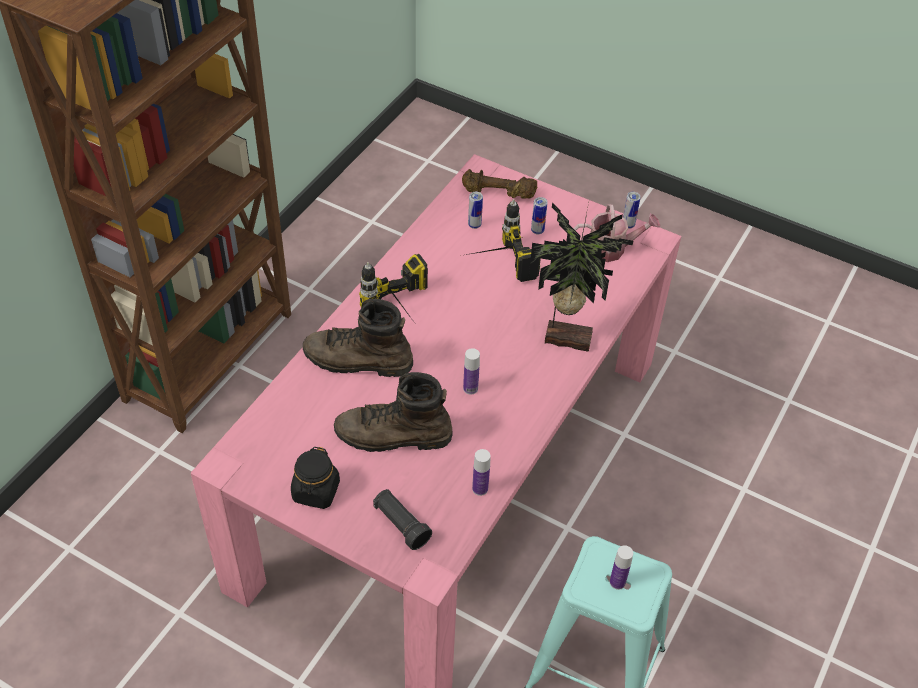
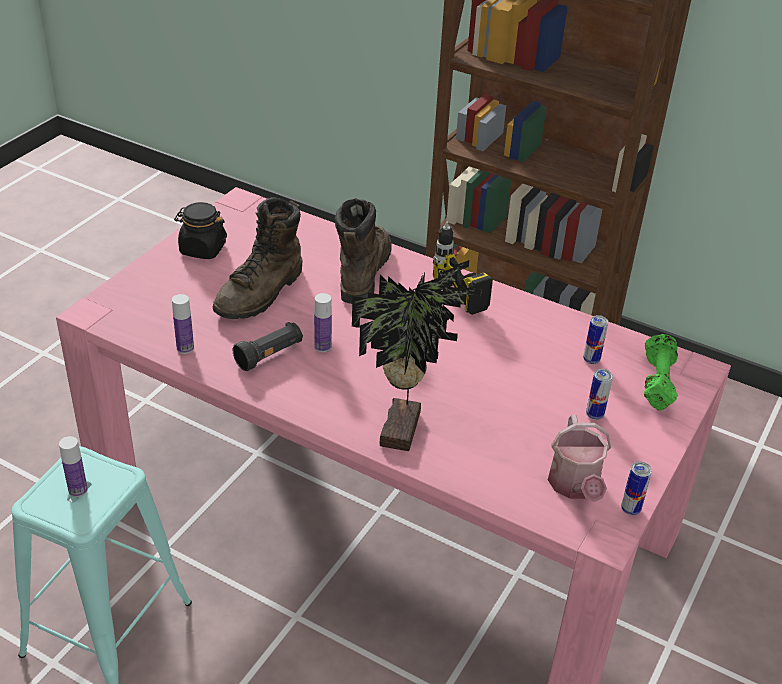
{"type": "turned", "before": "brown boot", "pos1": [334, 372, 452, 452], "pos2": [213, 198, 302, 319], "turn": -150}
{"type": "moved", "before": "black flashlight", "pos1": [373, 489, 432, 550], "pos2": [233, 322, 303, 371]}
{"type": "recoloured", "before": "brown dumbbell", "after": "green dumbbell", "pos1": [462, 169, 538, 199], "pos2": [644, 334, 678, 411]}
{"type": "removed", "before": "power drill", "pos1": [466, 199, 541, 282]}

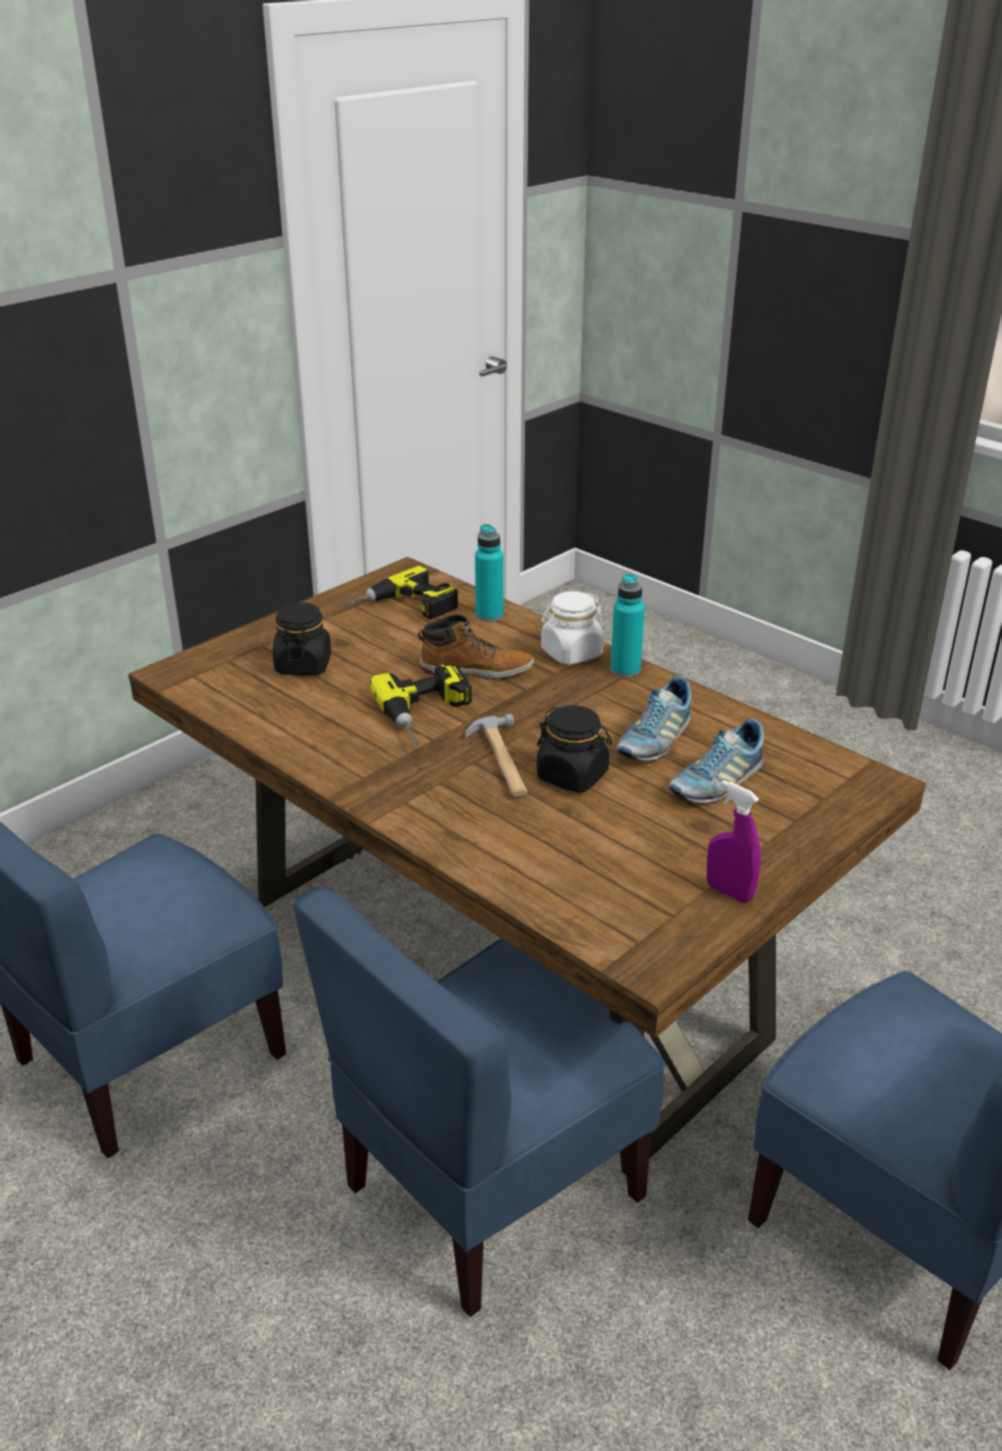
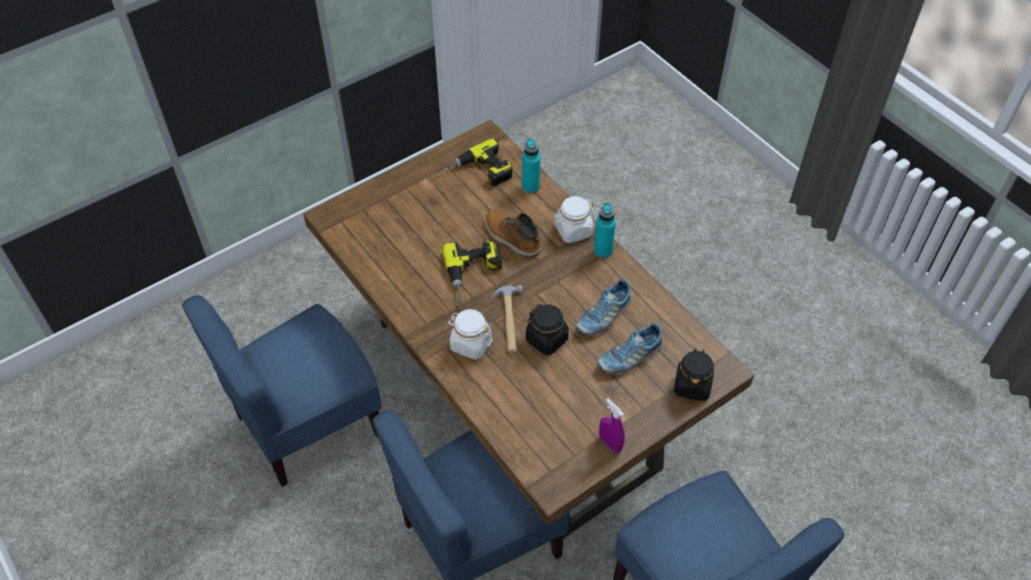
{"type": "added", "after": "white jar", "pos2": [448, 309, 493, 360]}
{"type": "turned", "before": "boot", "pos1": [418, 615, 534, 679], "pos2": [484, 211, 540, 258], "turn": -150}
{"type": "moved", "before": "black jar", "pos1": [273, 603, 331, 675], "pos2": [674, 348, 714, 401]}

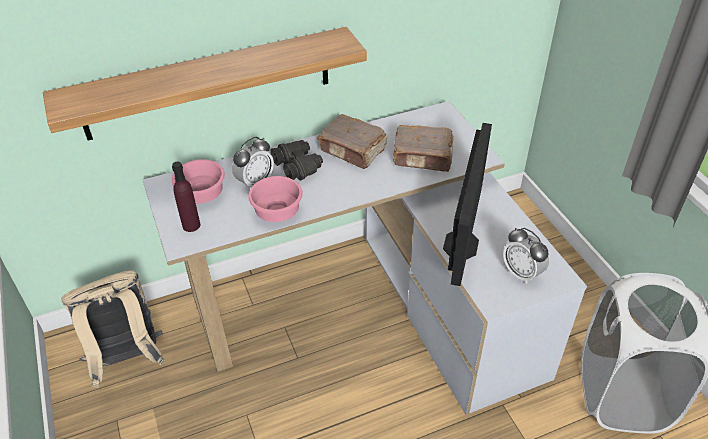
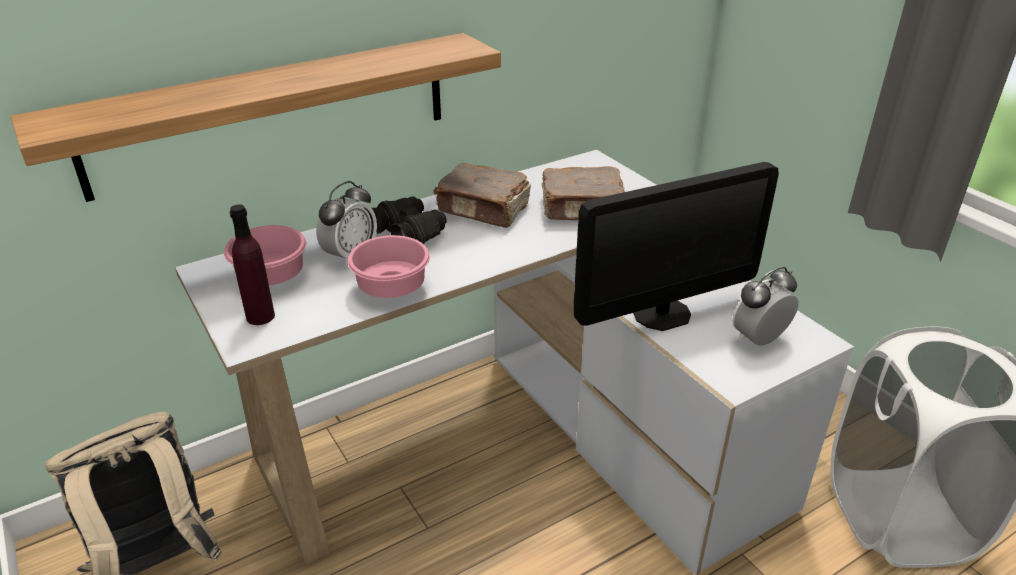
{"type": "turned", "before": "monitor", "pos1": [443, 123, 492, 286], "pos2": [574, 162, 779, 331], "turn": 60}
{"type": "turned", "before": "alarm clock", "pos1": [503, 228, 549, 284], "pos2": [732, 267, 798, 346], "turn": 105}

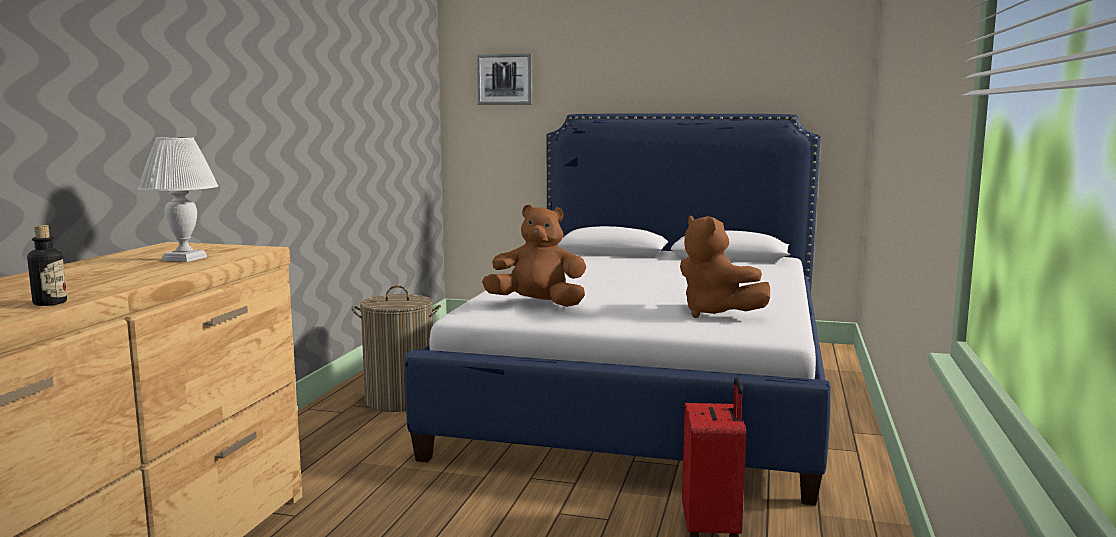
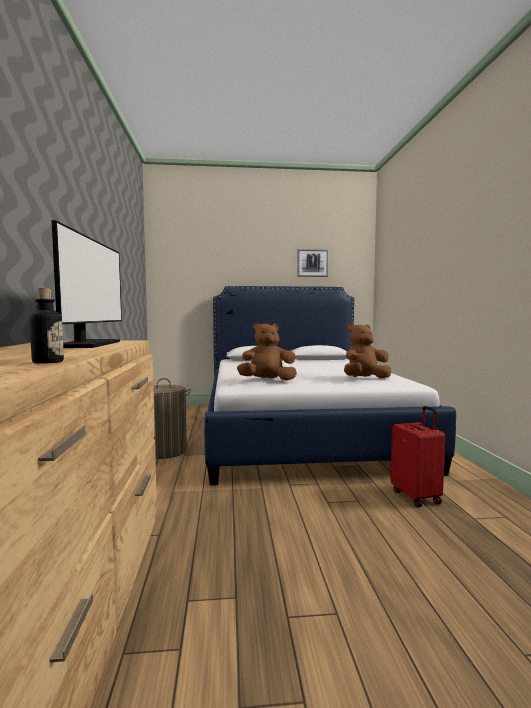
{"type": "replaced", "before": "white table lamp", "after": "monitor", "pos1": [138, 137, 218, 262], "pos2": [52, 220, 122, 348]}
{"type": "moved", "before": "picture", "pos1": [476, 53, 532, 105], "pos2": [297, 249, 329, 277]}
{"type": "turned", "before": "brown plush toy", "pos1": [680, 216, 770, 318], "pos2": [344, 324, 391, 378], "turn": 120}

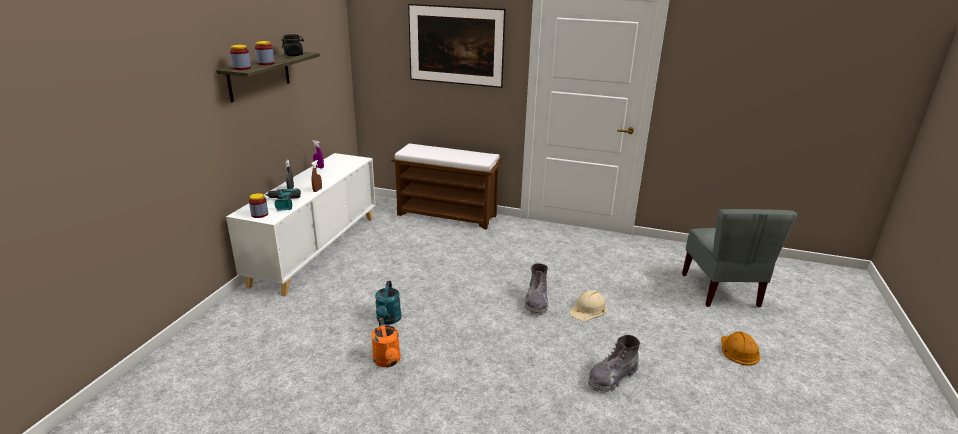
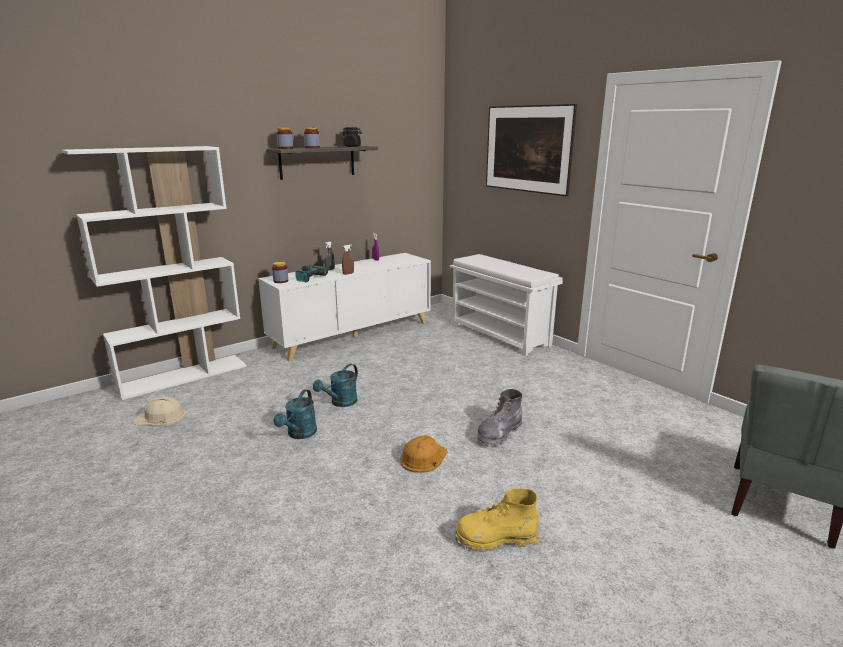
{"type": "added", "after": "white bookcase", "pos2": [62, 146, 246, 400]}
{"type": "moved", "before": "beige hard hat", "pos1": [569, 290, 607, 321], "pos2": [134, 397, 186, 427]}
{"type": "recoloured", "before": "orange watering can", "after": "turquoise watering can", "pos1": [371, 318, 401, 367], "pos2": [274, 389, 317, 439]}
{"type": "moved", "before": "orange hard hat", "pos1": [721, 332, 761, 366], "pos2": [400, 435, 448, 473]}
{"type": "recoloured", "before": "brown bench", "after": "white bench", "pos1": [391, 143, 503, 230], "pos2": [450, 254, 563, 356]}
{"type": "recoloured", "before": "grey boot", "after": "yellow boot", "pos1": [588, 335, 640, 392], "pos2": [455, 488, 540, 552]}

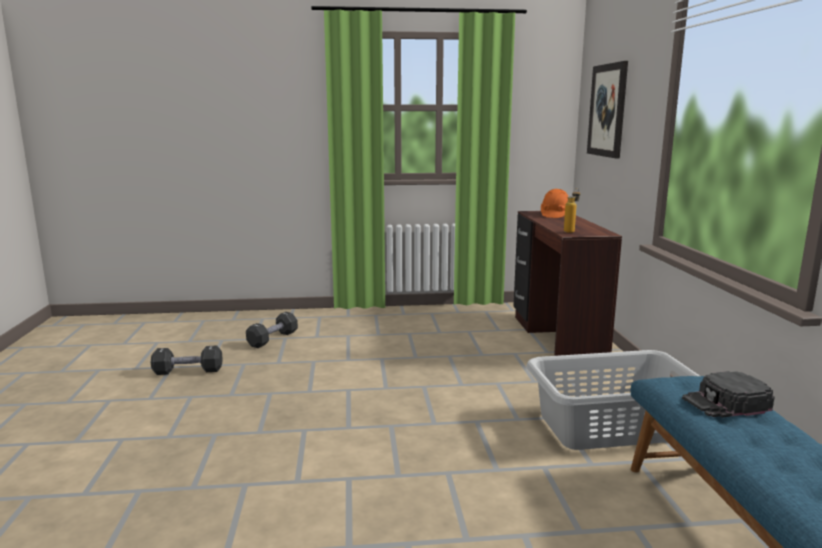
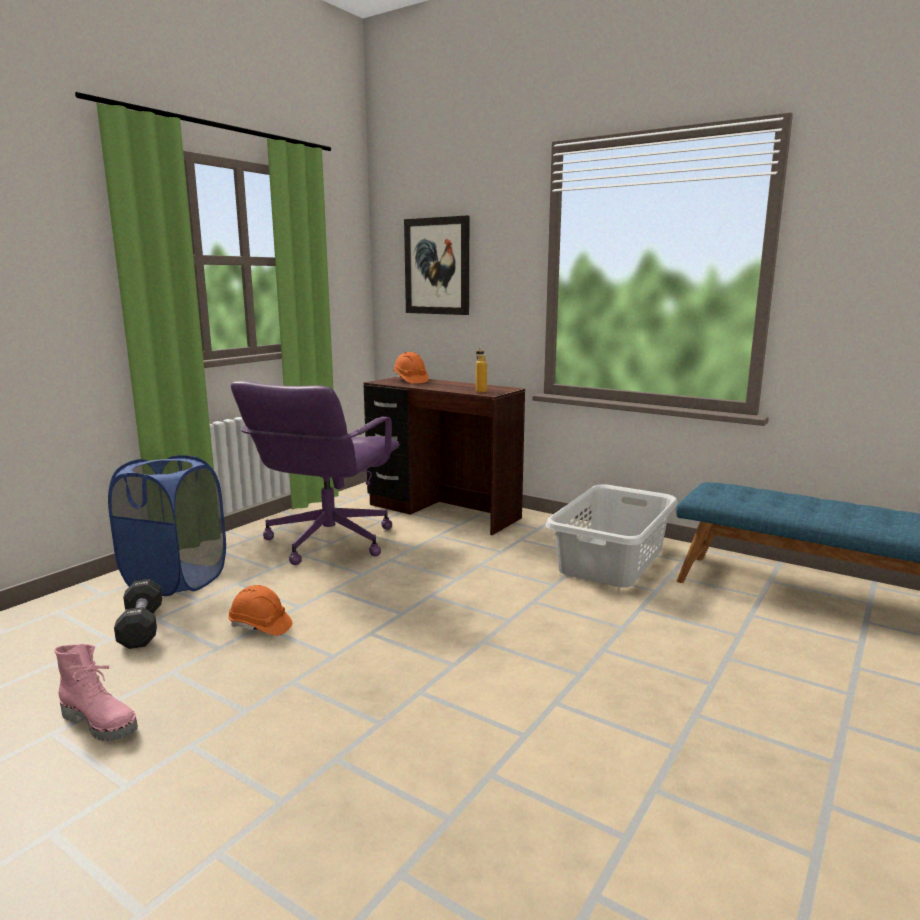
{"type": "replaced", "before": "black dumbbell", "after": "pink boot", "pos1": [151, 346, 223, 375], "pos2": [54, 644, 138, 741]}
{"type": "added", "after": "blue laundry basket", "pos2": [108, 455, 226, 596]}
{"type": "added", "after": "orange hard hat", "pos2": [228, 585, 292, 636]}
{"type": "added", "after": "purple office chair", "pos2": [230, 381, 400, 565]}
{"type": "removed", "before": "black cap", "pos1": [682, 371, 775, 418]}

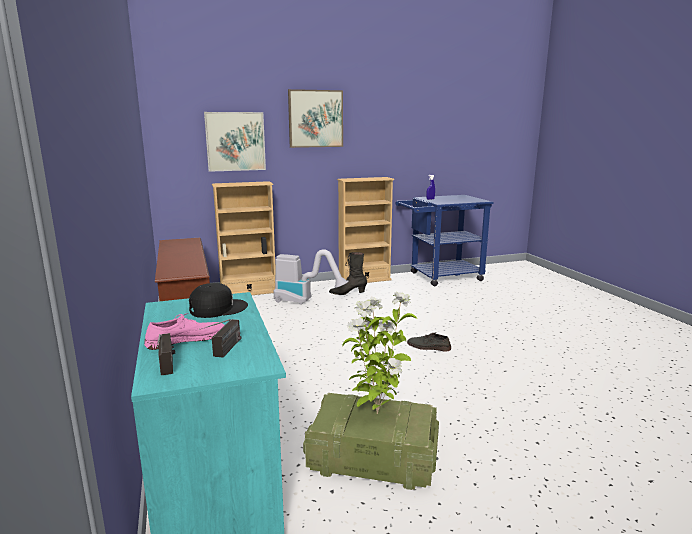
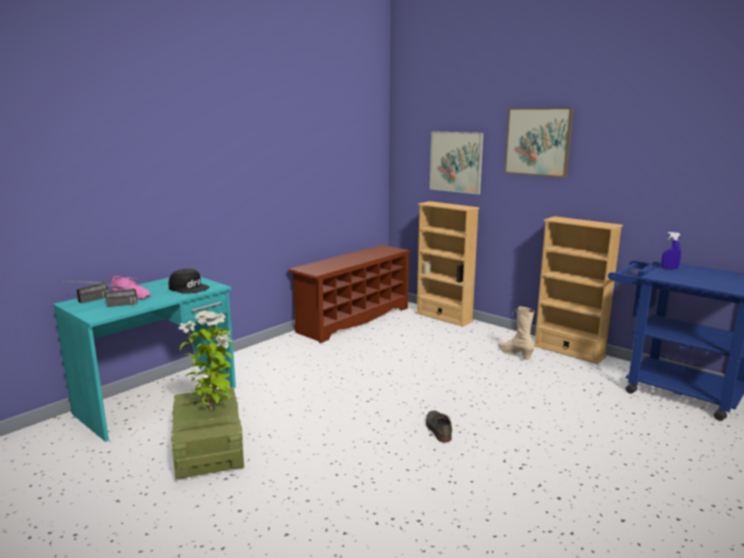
{"type": "recoloured", "before": "black boot", "after": "beige boot", "pos1": [329, 252, 367, 295], "pos2": [498, 306, 534, 359]}
{"type": "removed", "before": "vacuum cleaner", "pos1": [274, 249, 349, 305]}

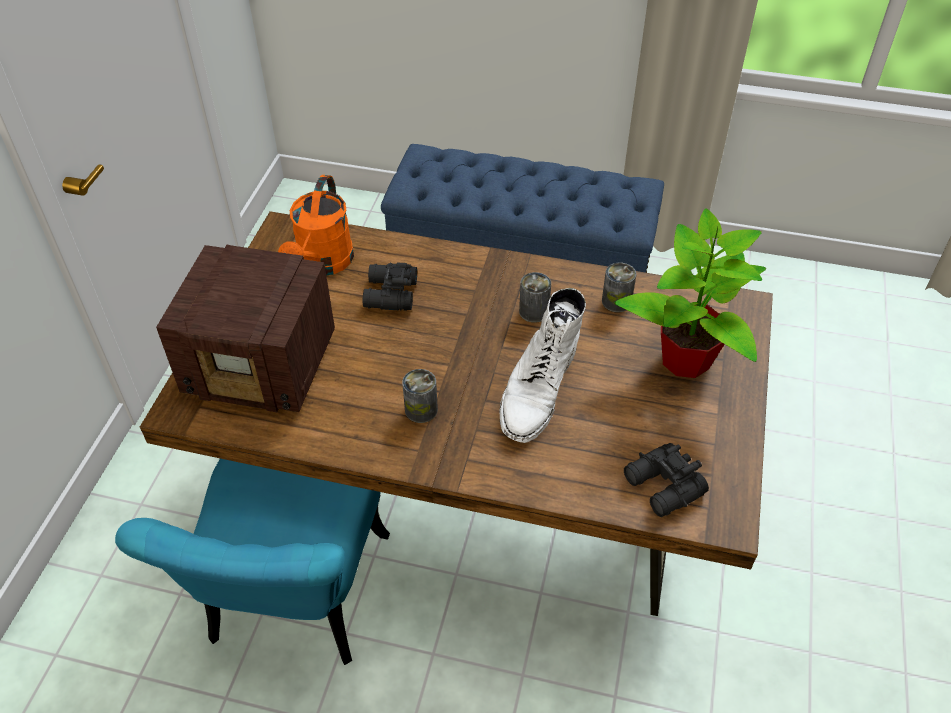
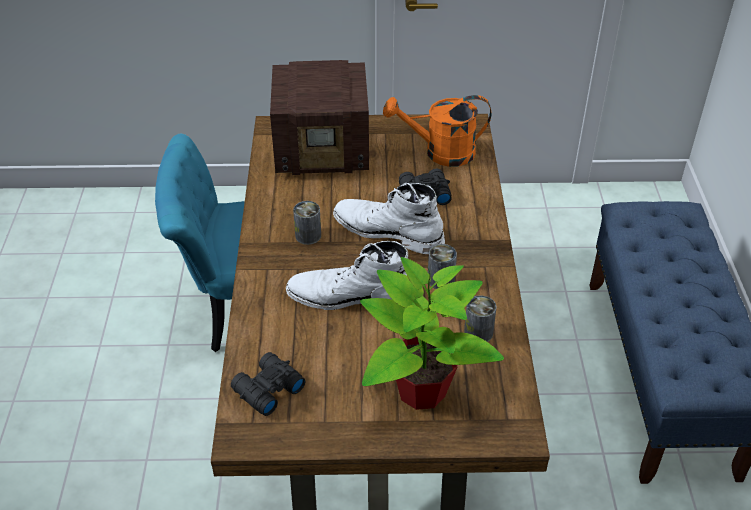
{"type": "turned", "before": "radio", "pos1": [156, 245, 335, 412], "pos2": [270, 60, 369, 175], "turn": -90}
{"type": "added", "after": "white boot", "pos2": [333, 183, 445, 254]}

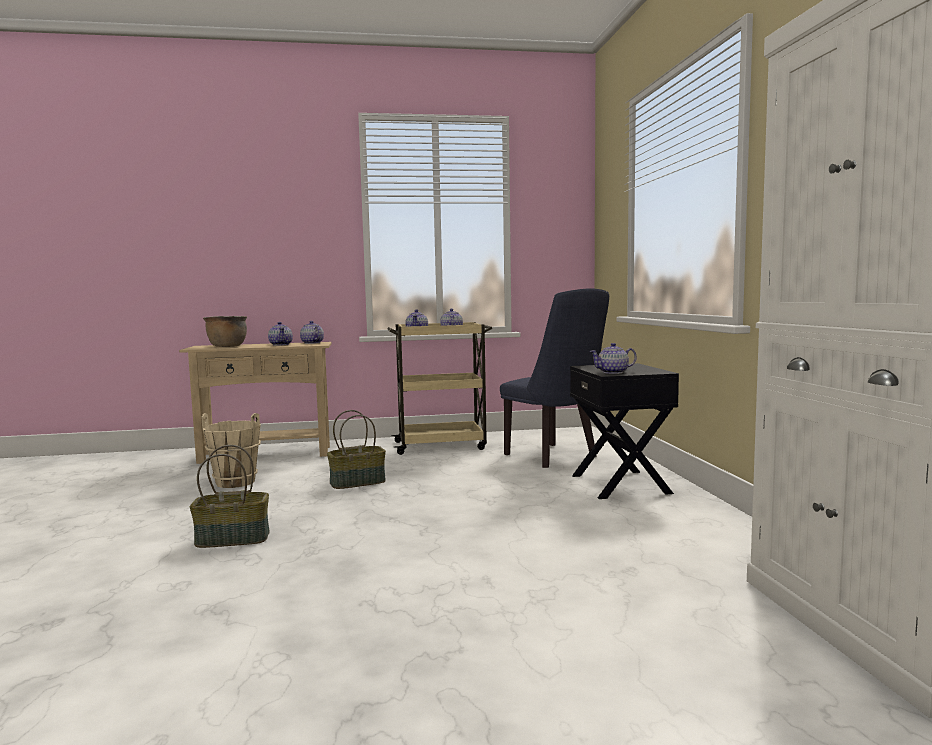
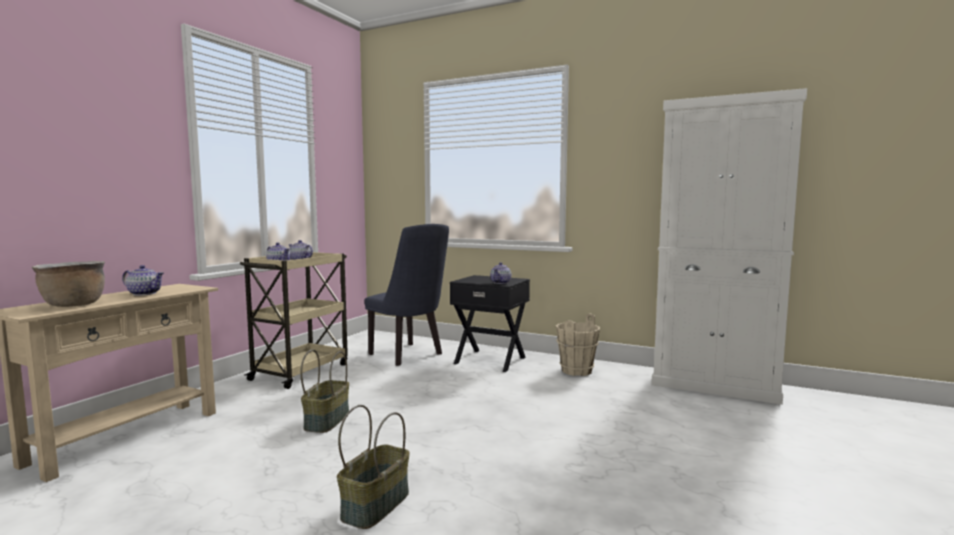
{"type": "turned", "before": "blue chair", "pos1": [500, 288, 609, 468], "pos2": [364, 224, 449, 366], "turn": 45}
{"type": "moved", "before": "beige bucket", "pos1": [202, 413, 261, 488], "pos2": [556, 313, 600, 376]}
{"type": "removed", "before": "teapot", "pos1": [300, 321, 324, 344]}

